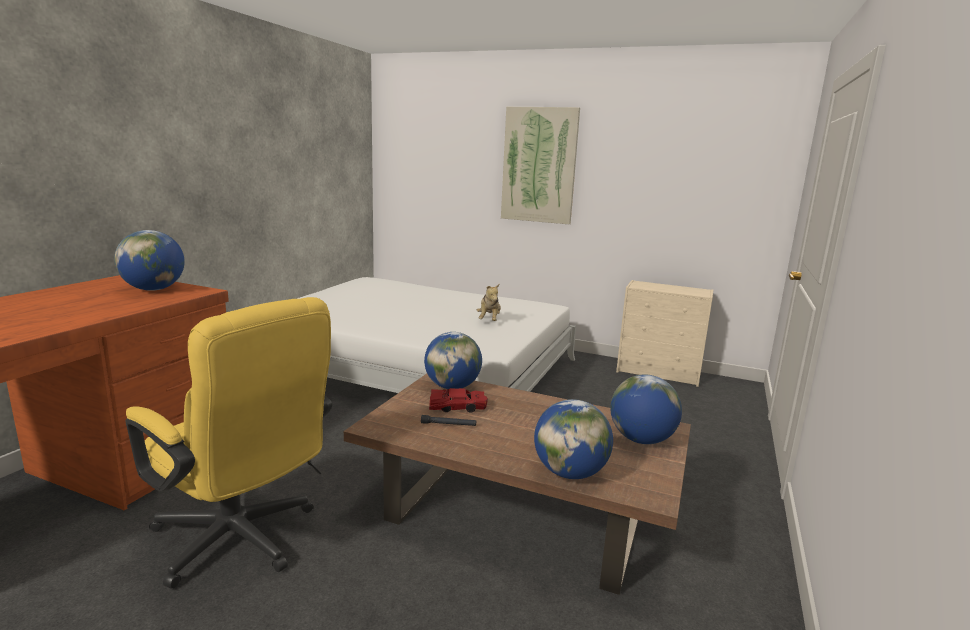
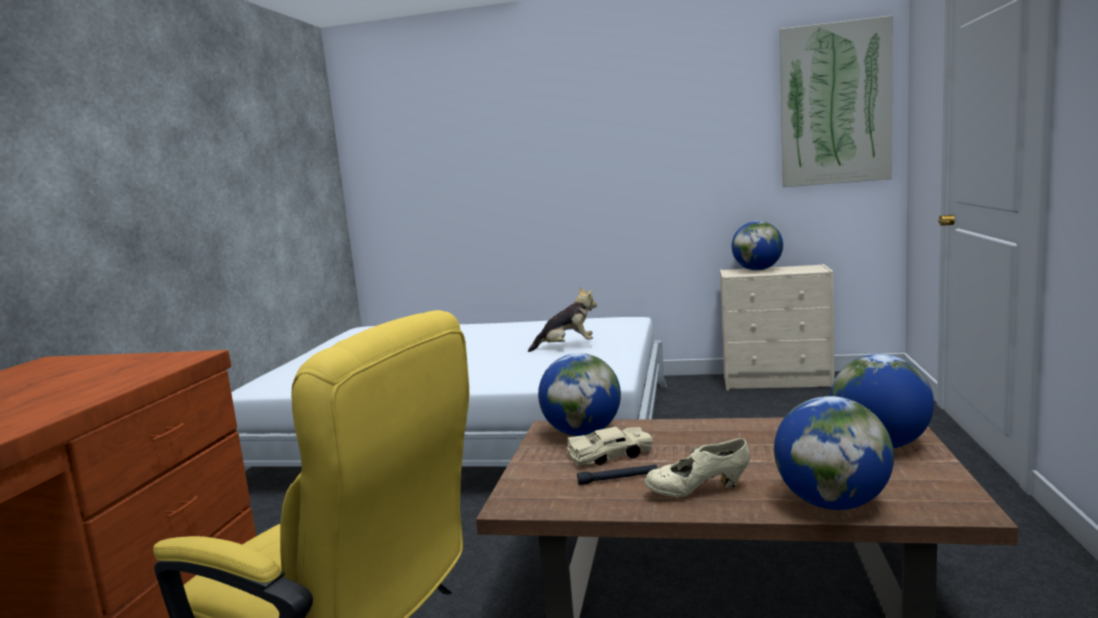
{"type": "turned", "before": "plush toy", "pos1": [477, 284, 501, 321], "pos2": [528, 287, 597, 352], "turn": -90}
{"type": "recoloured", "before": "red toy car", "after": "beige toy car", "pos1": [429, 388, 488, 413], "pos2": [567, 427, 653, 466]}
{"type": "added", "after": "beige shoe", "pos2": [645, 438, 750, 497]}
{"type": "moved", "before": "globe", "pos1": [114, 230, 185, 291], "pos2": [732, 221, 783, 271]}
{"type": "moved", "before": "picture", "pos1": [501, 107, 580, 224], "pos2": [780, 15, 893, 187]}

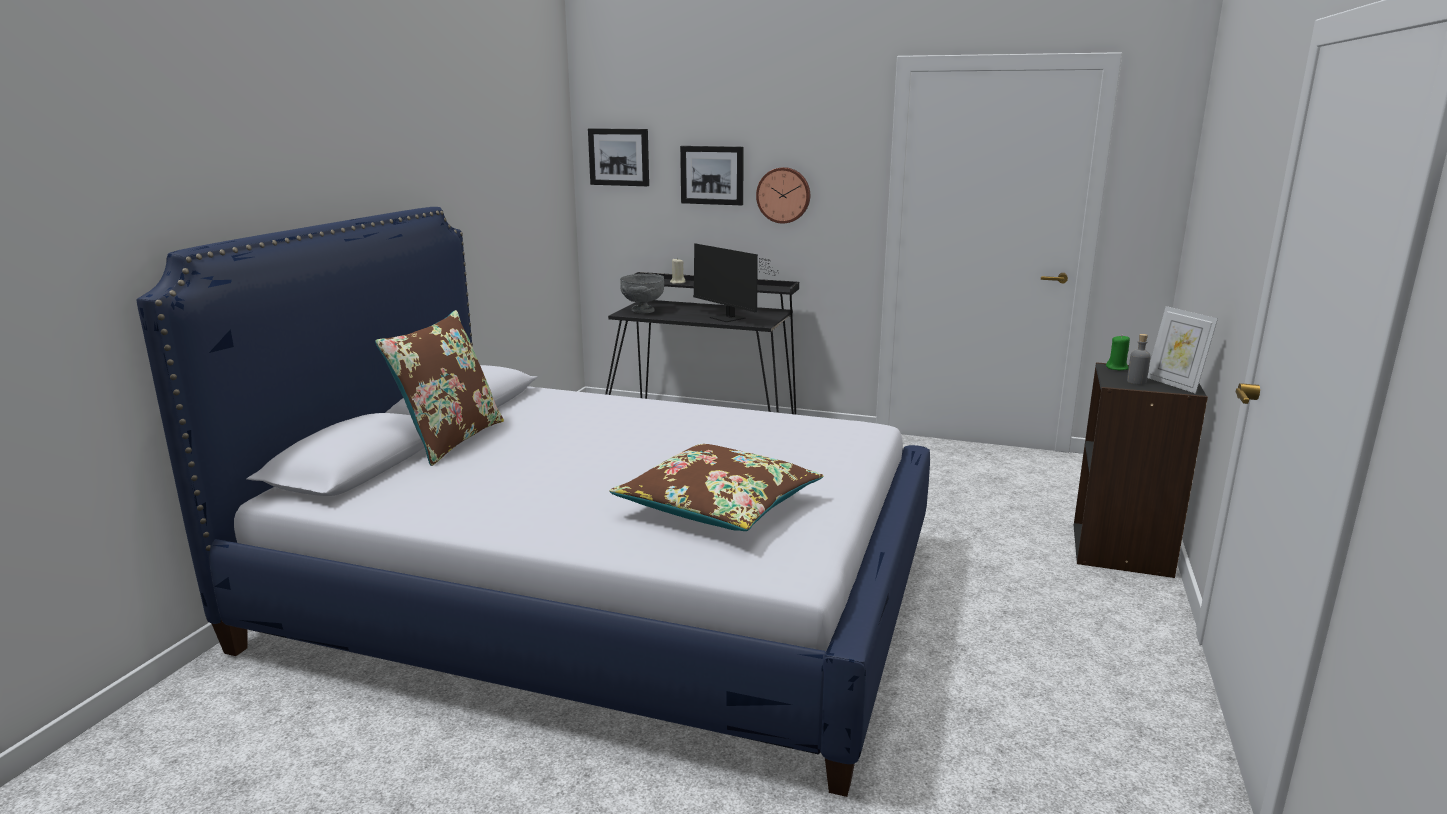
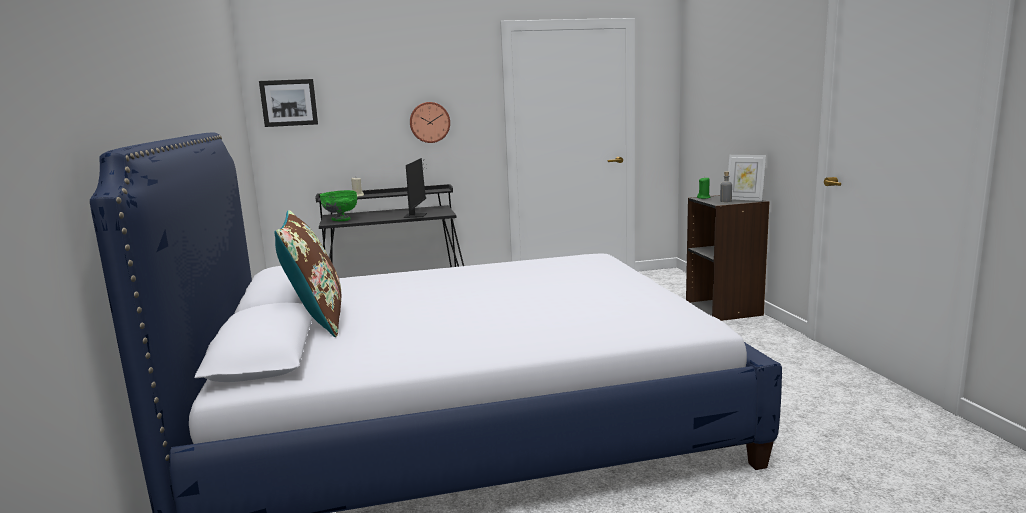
{"type": "recoloured", "before": "grey bowl", "after": "green bowl", "pos1": [620, 274, 664, 313], "pos2": [320, 190, 357, 221]}
{"type": "turned", "before": "monitor", "pos1": [693, 243, 777, 322], "pos2": [404, 158, 427, 218], "turn": -105}
{"type": "removed", "before": "brown pillow", "pos1": [610, 444, 823, 531]}
{"type": "removed", "before": "picture", "pos1": [680, 146, 744, 205]}

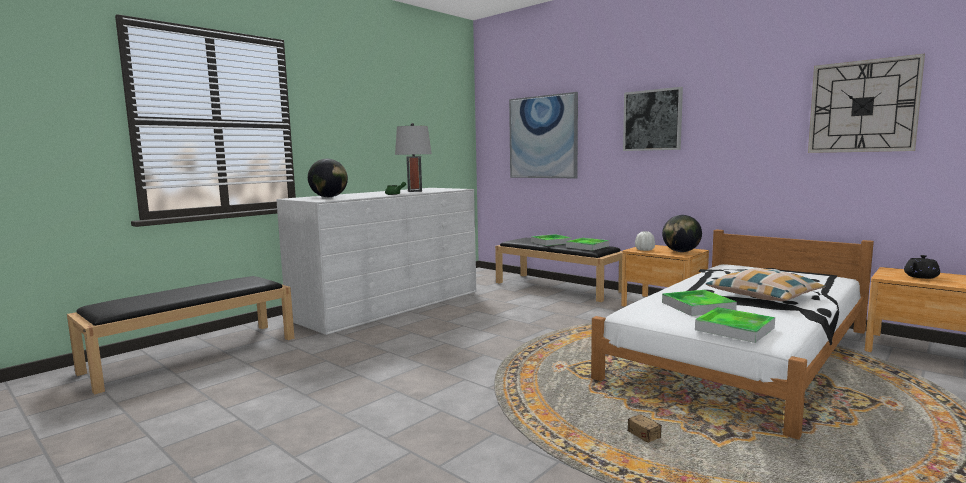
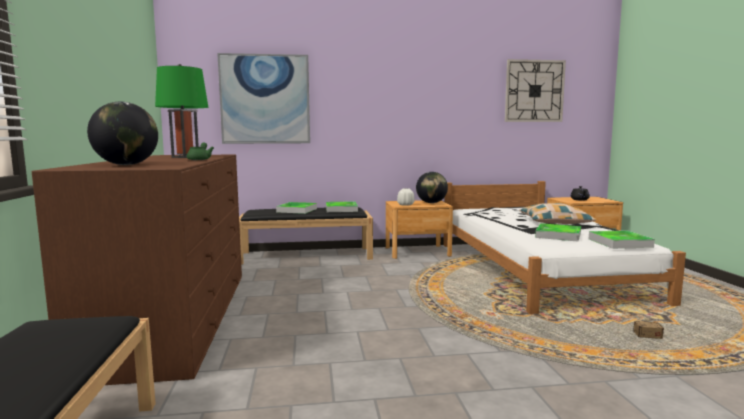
{"type": "recoloured", "before": "white dresser", "after": "brown dresser", "pos1": [276, 188, 476, 335], "pos2": [32, 155, 242, 385]}
{"type": "recoloured", "before": "grey table lamp", "after": "green table lamp", "pos1": [395, 123, 432, 192], "pos2": [155, 64, 209, 158]}
{"type": "removed", "before": "picture", "pos1": [623, 87, 683, 151]}

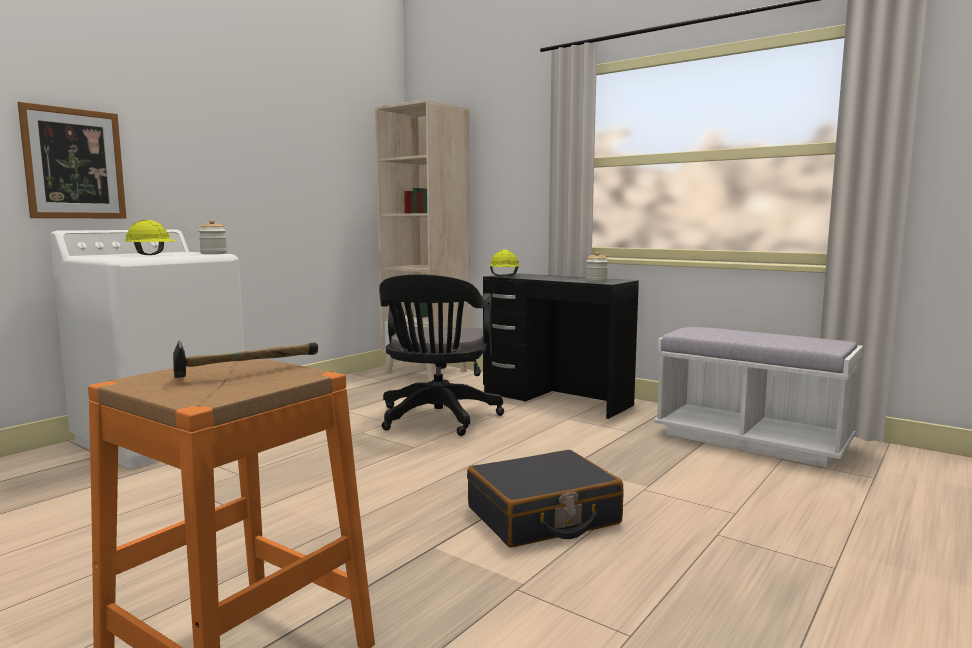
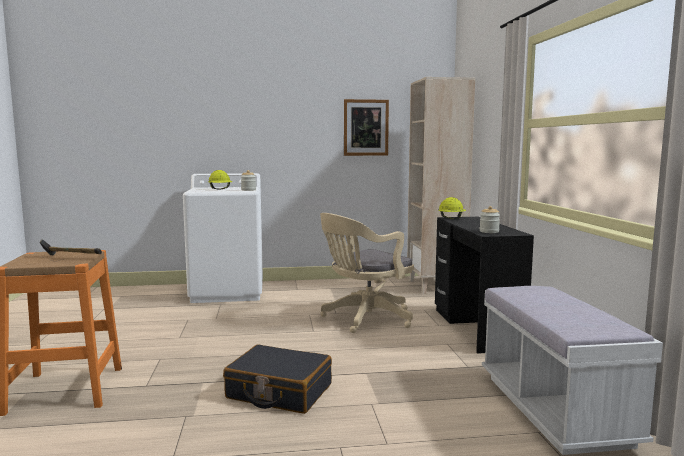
{"type": "recoloured", "before": "black office chair", "after": "beige office chair", "pos1": [379, 274, 504, 436], "pos2": [320, 213, 414, 333]}
{"type": "moved", "before": "picture", "pos1": [18, 102, 126, 218], "pos2": [344, 99, 389, 156]}

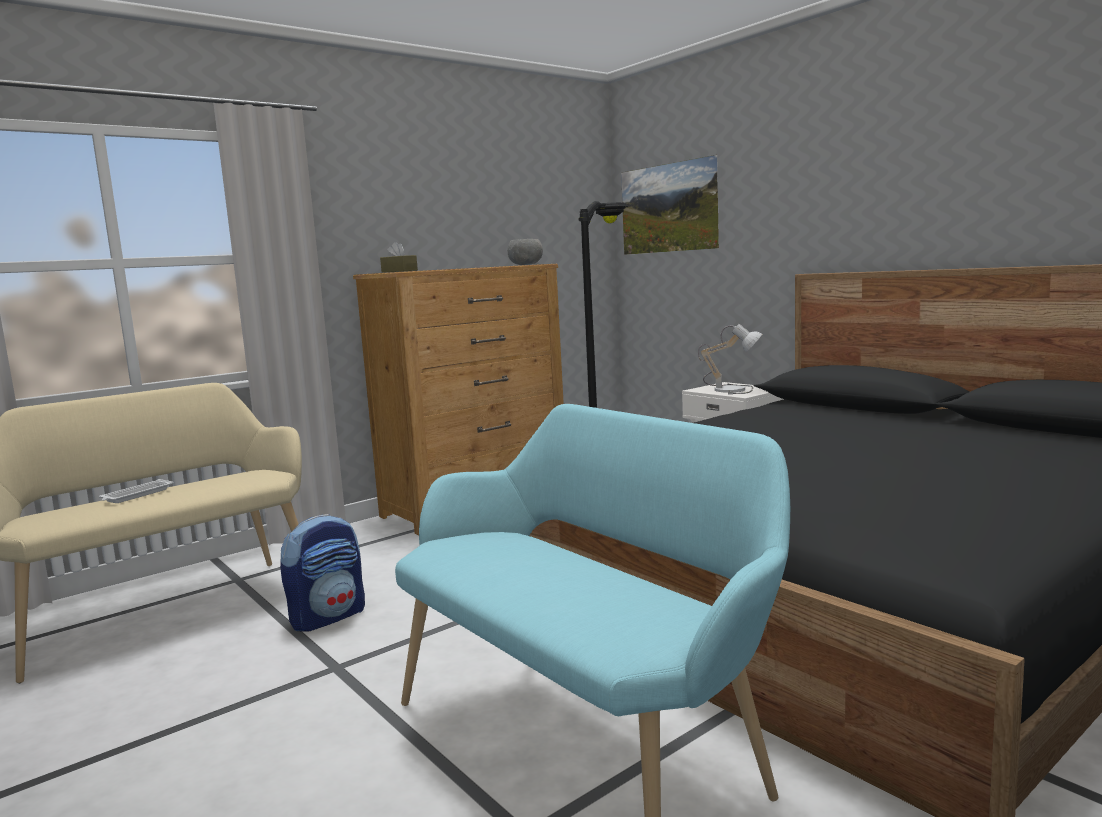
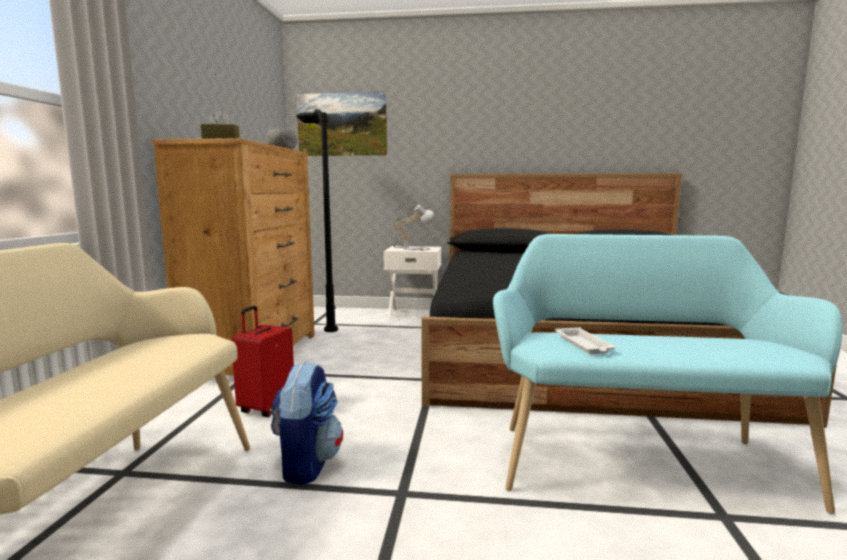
{"type": "added", "after": "red suitcase", "pos2": [231, 306, 294, 417]}
{"type": "moved", "before": "white tray", "pos1": [99, 479, 173, 503], "pos2": [555, 327, 616, 354]}

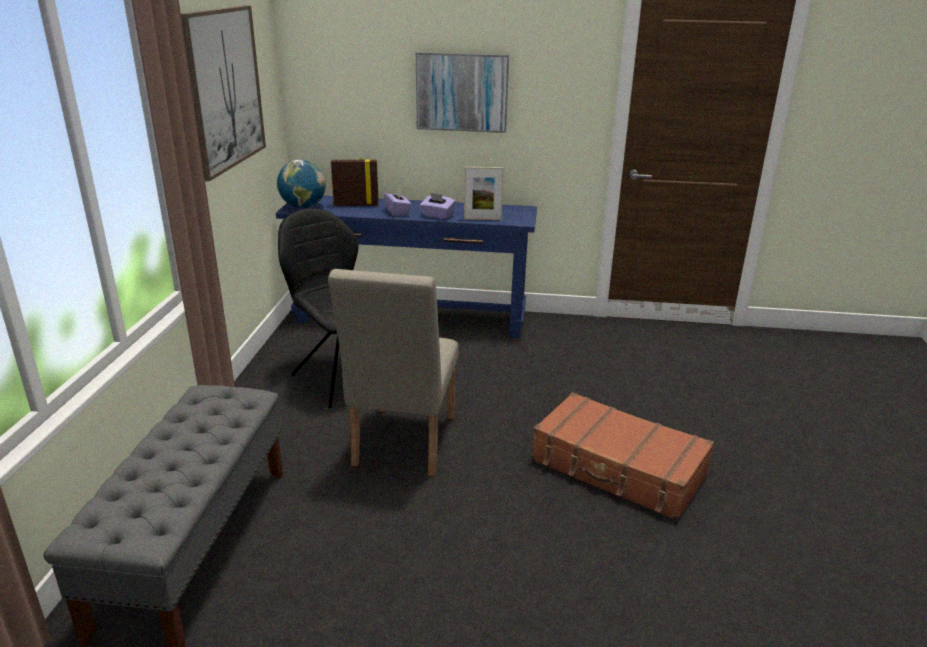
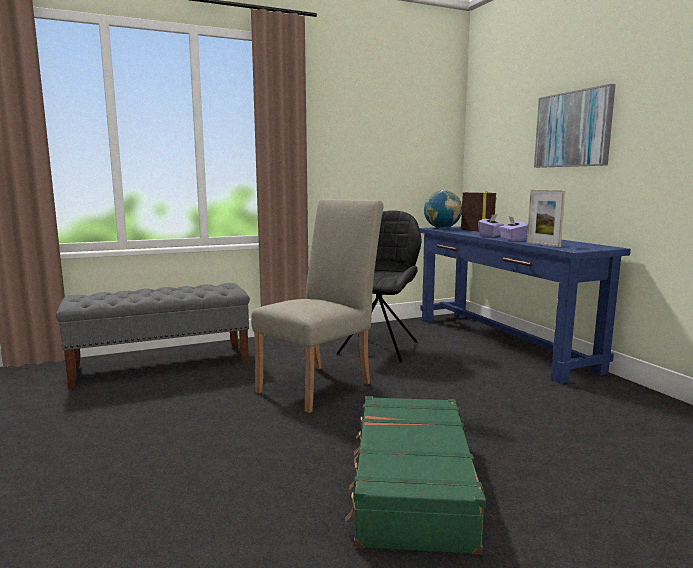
{"type": "turned", "before": "beige chair", "pos1": [328, 269, 458, 476], "pos2": [251, 199, 383, 413], "turn": 150}
{"type": "recoloured", "before": "brown suitcase", "after": "green suitcase", "pos1": [531, 392, 714, 521], "pos2": [345, 396, 486, 555]}
{"type": "removed", "before": "picture", "pos1": [181, 6, 266, 181]}

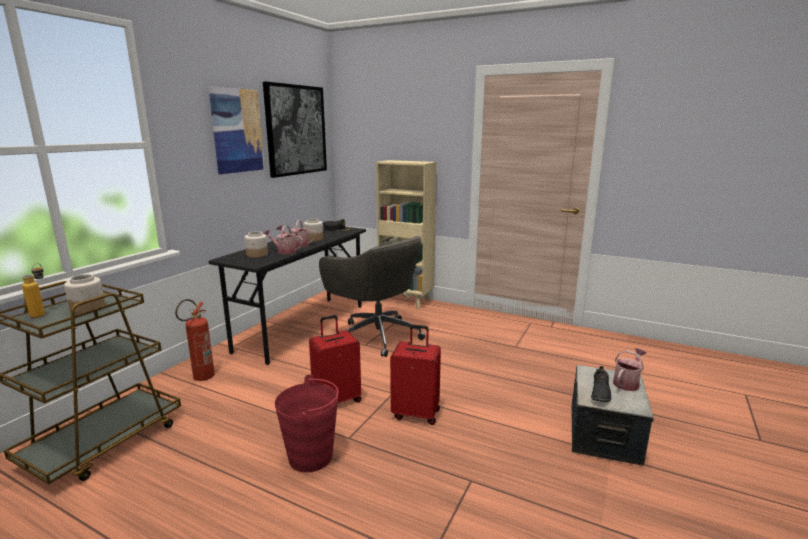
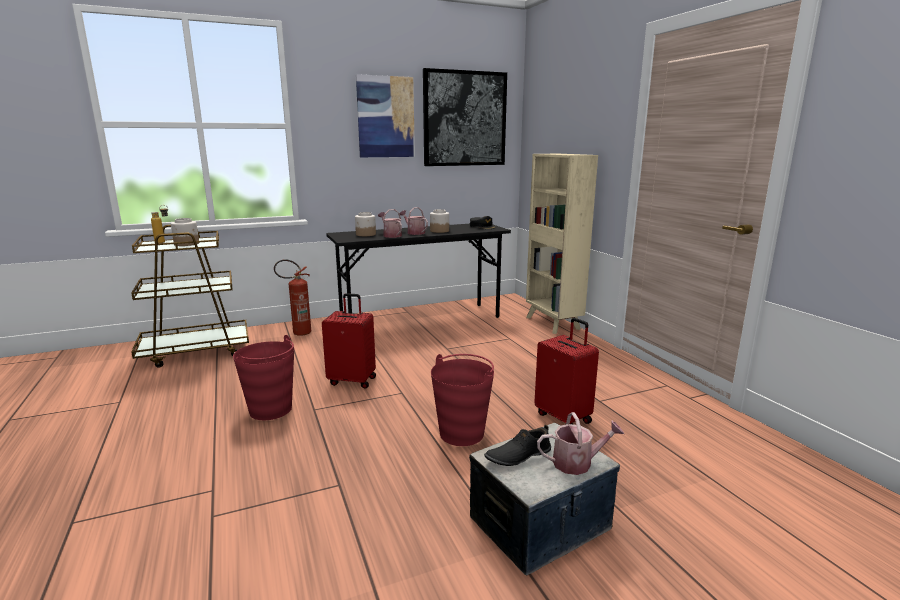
{"type": "added", "after": "red bucket", "pos2": [431, 354, 494, 446]}
{"type": "moved", "before": "red suitcase", "pos1": [390, 324, 441, 425], "pos2": [534, 318, 599, 425]}
{"type": "removed", "before": "grey office chair", "pos1": [319, 236, 426, 357]}

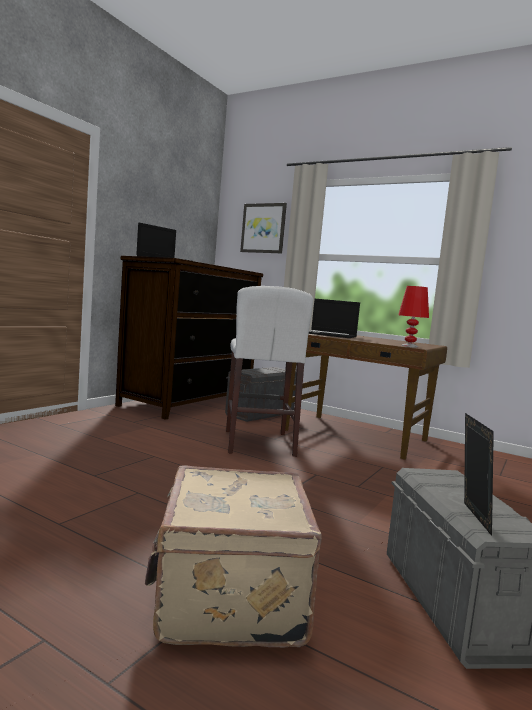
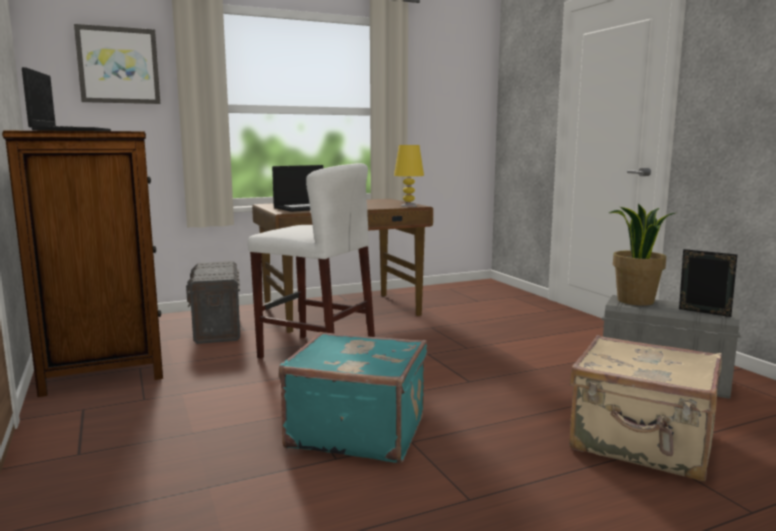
{"type": "added", "after": "turquoise suitcase", "pos2": [279, 332, 427, 463]}
{"type": "recoloured", "before": "red table lamp", "after": "yellow table lamp", "pos1": [398, 286, 429, 348], "pos2": [394, 145, 424, 207]}
{"type": "added", "after": "potted plant", "pos2": [609, 203, 675, 306]}

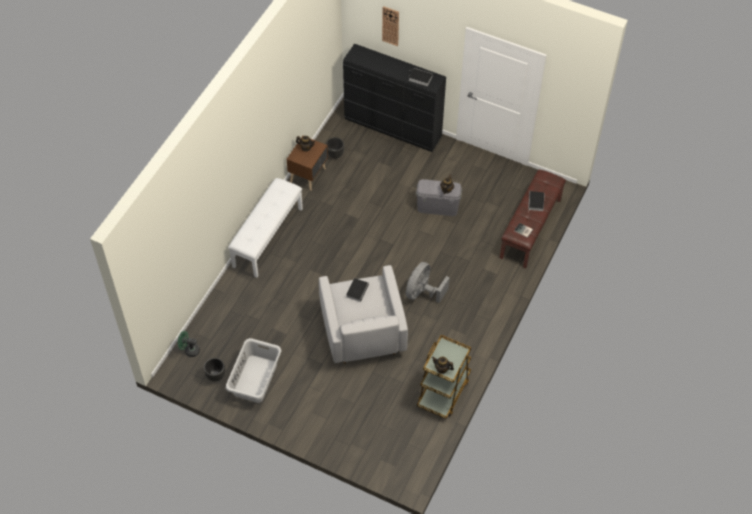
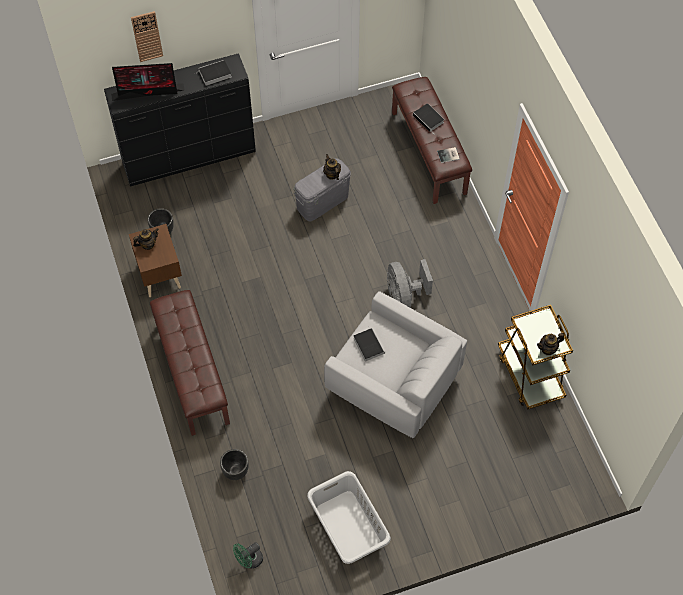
{"type": "added", "after": "monitor", "pos2": [111, 63, 185, 101]}
{"type": "recoloured", "before": "white bench", "after": "brown bench", "pos1": [228, 178, 303, 278], "pos2": [150, 290, 230, 436]}
{"type": "moved", "before": "black planter", "pos1": [204, 358, 225, 382], "pos2": [220, 449, 248, 480]}

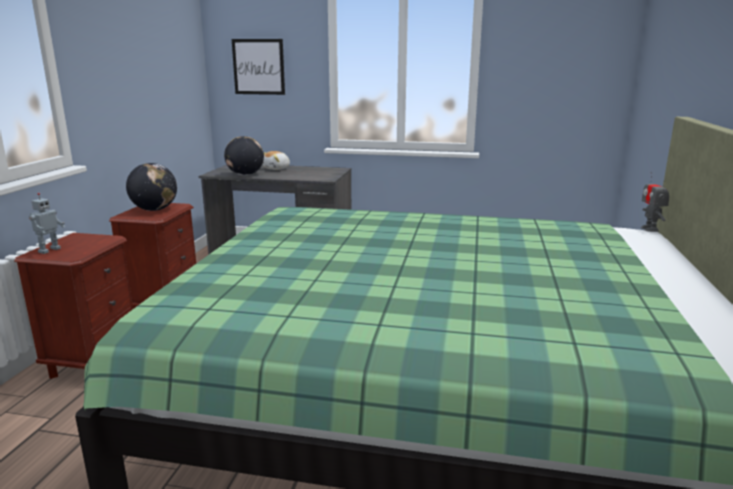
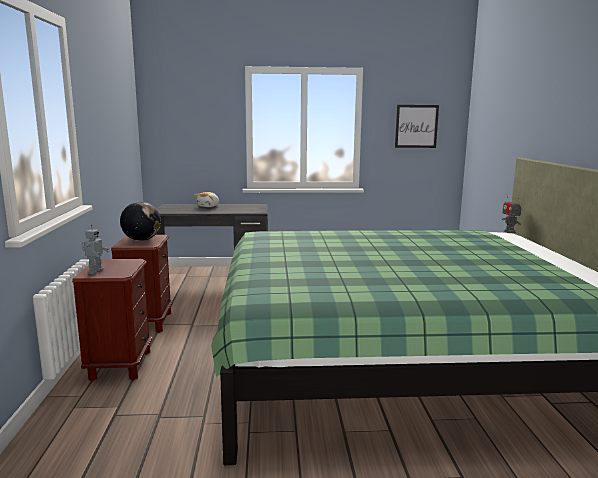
{"type": "moved", "before": "picture", "pos1": [232, 39, 285, 95], "pos2": [395, 105, 439, 148]}
{"type": "removed", "before": "globe", "pos1": [224, 136, 264, 175]}

